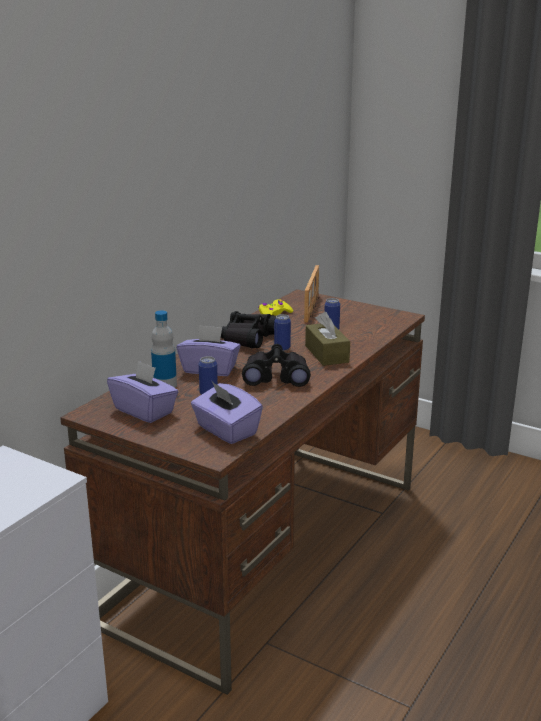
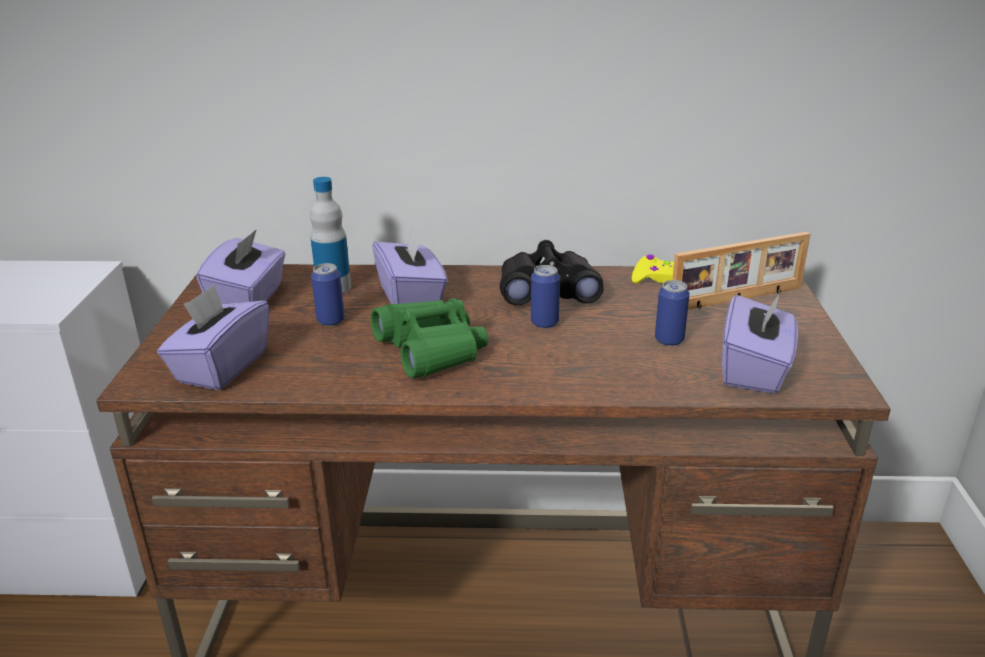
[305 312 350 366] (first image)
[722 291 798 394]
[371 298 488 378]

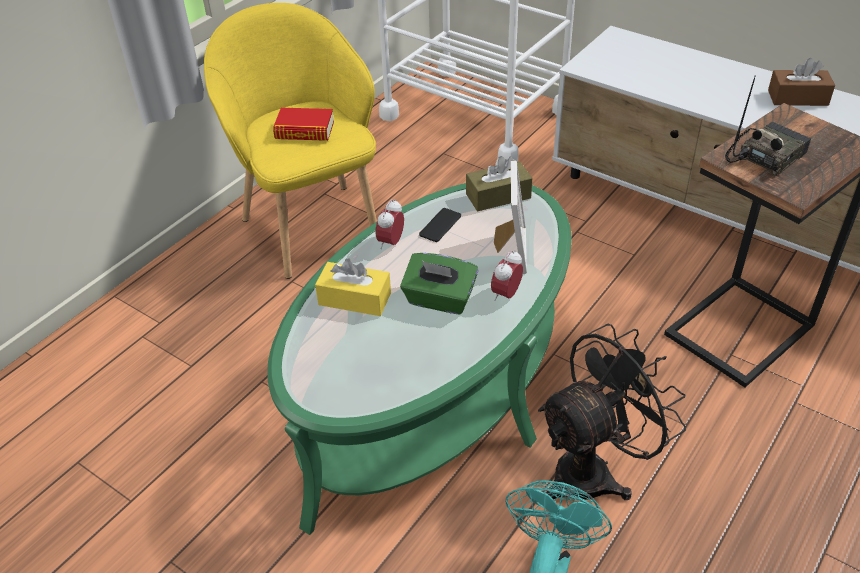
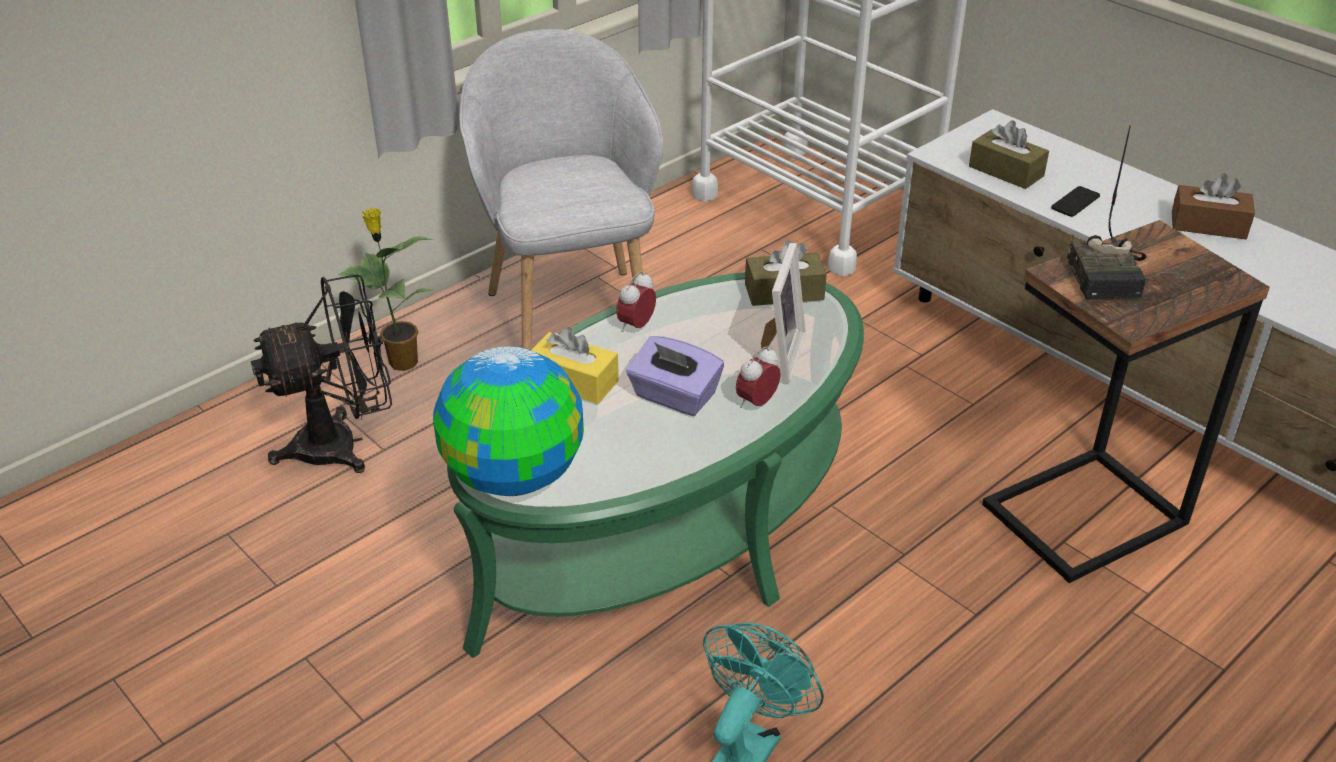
[273 108 334 141] (first image)
[338 208 435 371]
[433 346 584 496]
[969 121 1049 189]
[1051 186 1100 217]
[251 274 392 473]
[459 29 663 350]
[626 336 724 416]
[1067 126 1146 299]

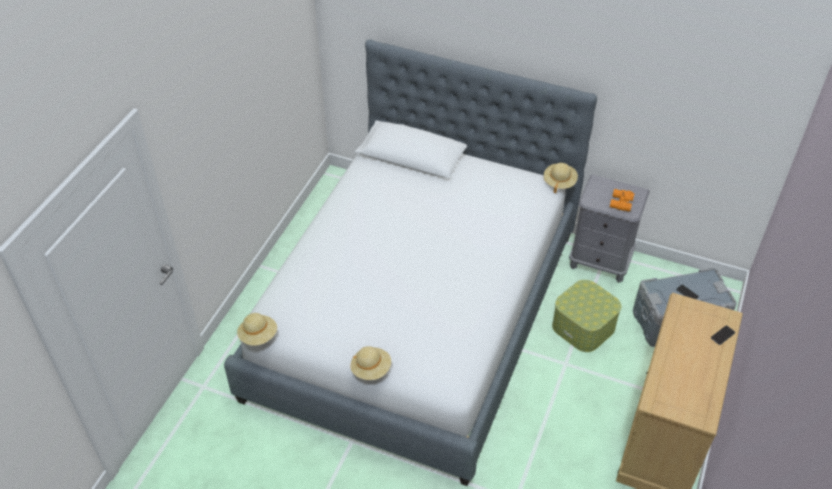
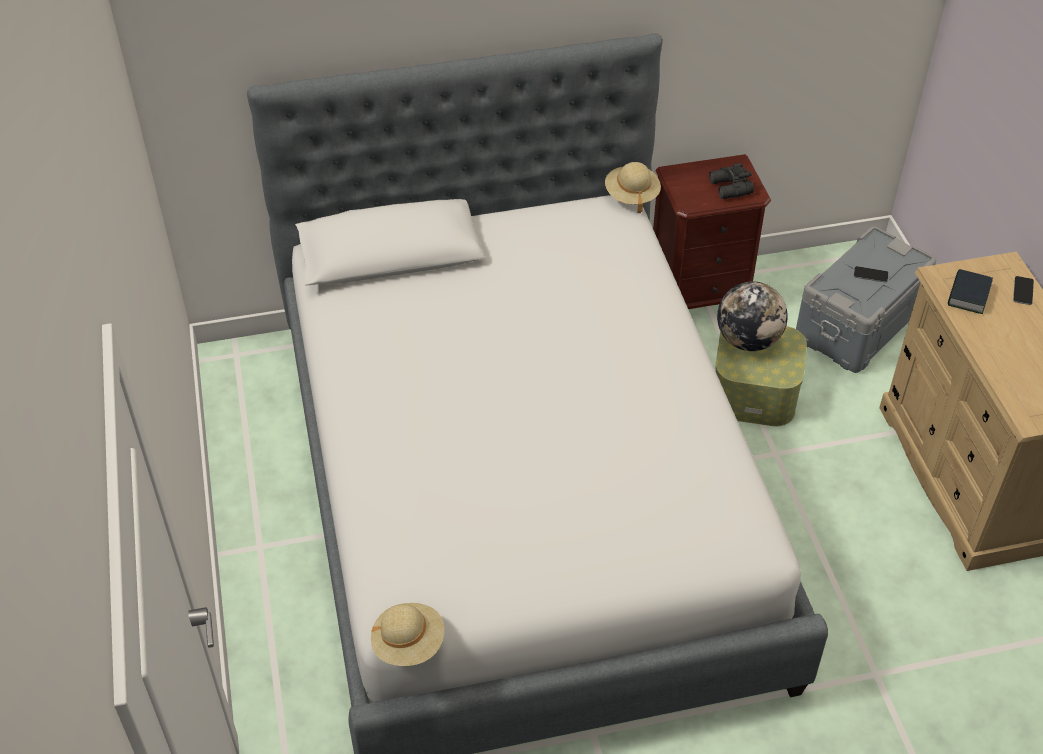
[350 346 391 380] (first image)
[717 281 788 351]
[948 269 993 314]
[653 154 771 309]
[709 163 754 199]

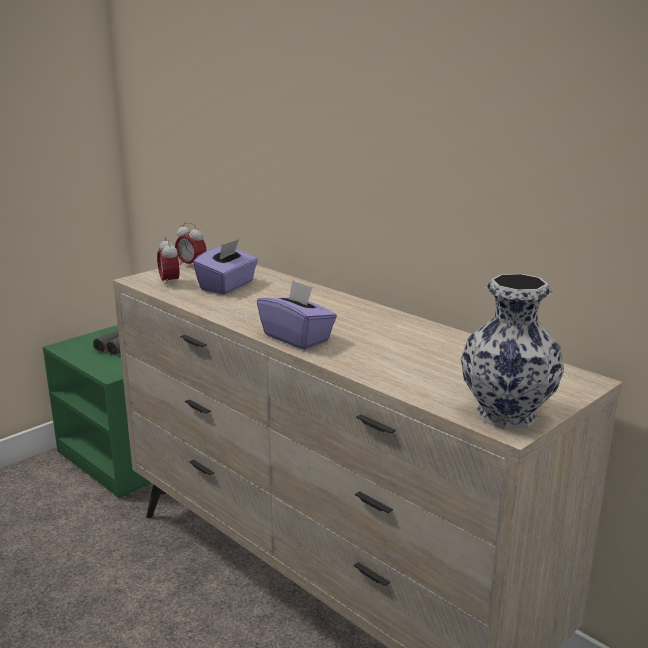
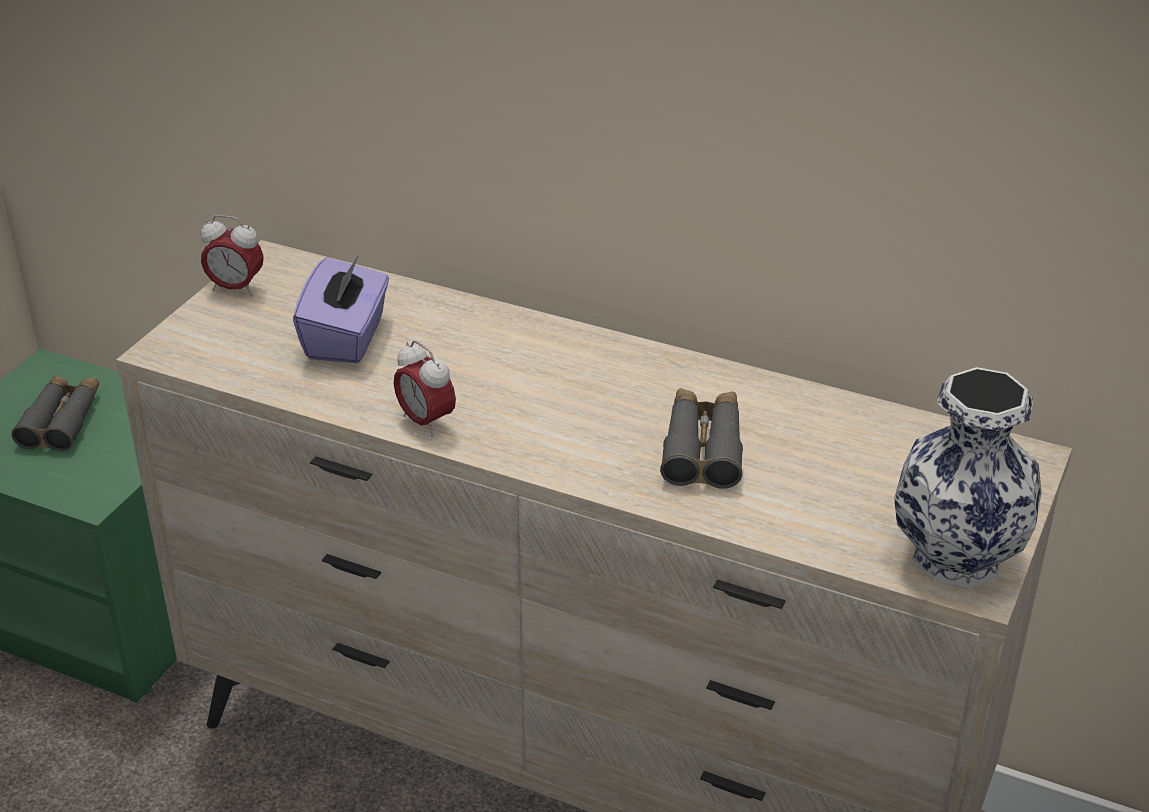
[257 280 337 350] (first image)
[660 388 743 489]
[394 340 456 437]

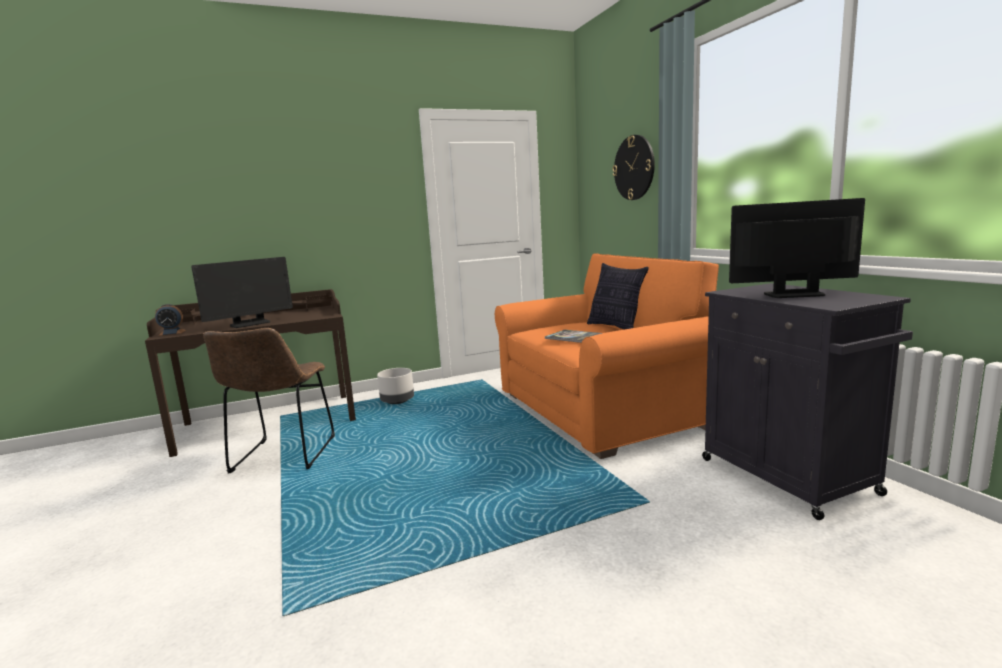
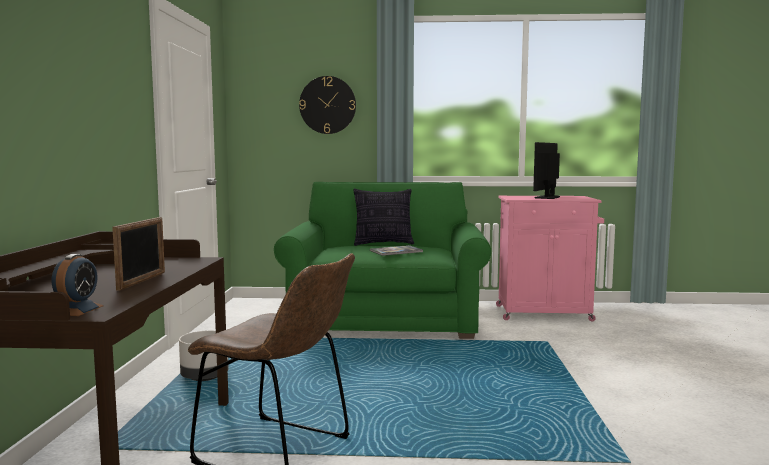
[112 217 165 291]
[274 182 491 339]
[496 196 604 321]

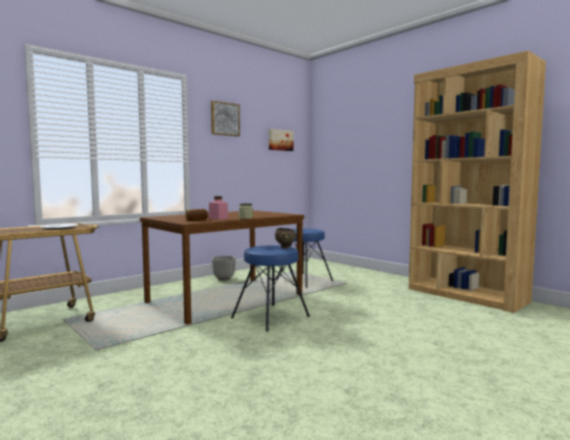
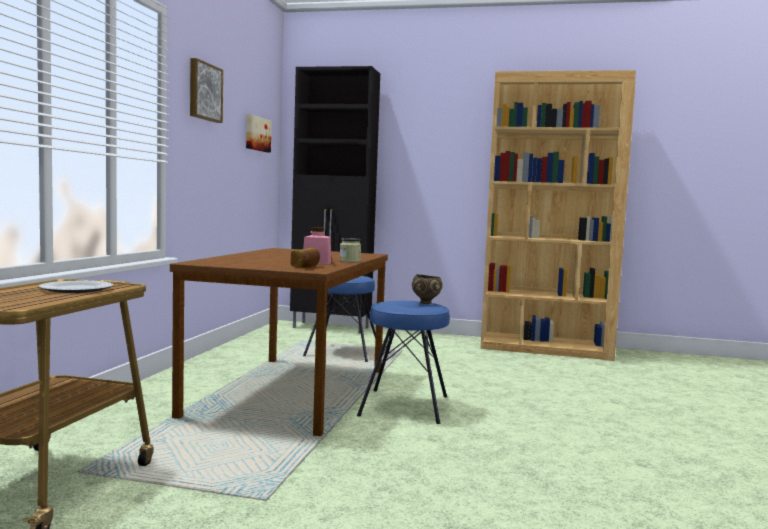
[212 256 236 280] (first image)
[290 66 380 334]

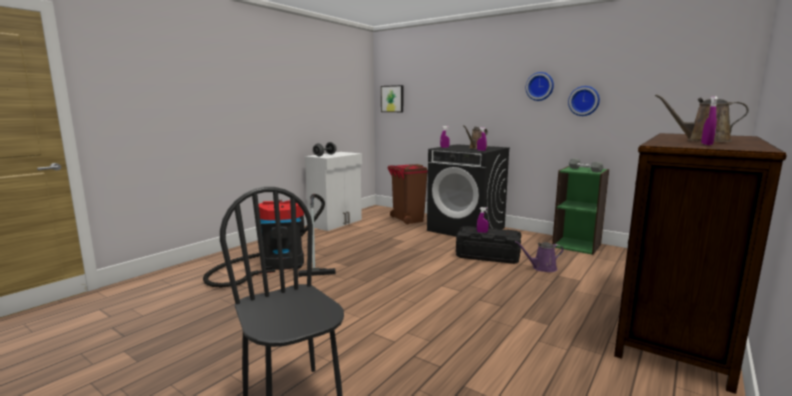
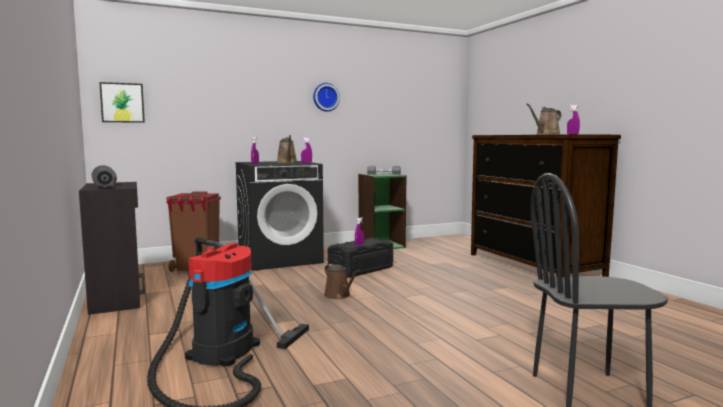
[515 241 564 272] (first image)
[568 86 600 116] (first image)
[324 264 360 299]
[79 182 145 315]

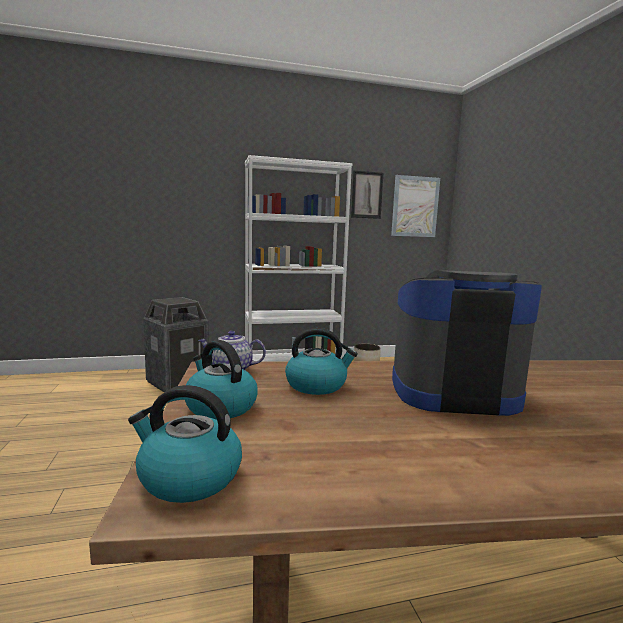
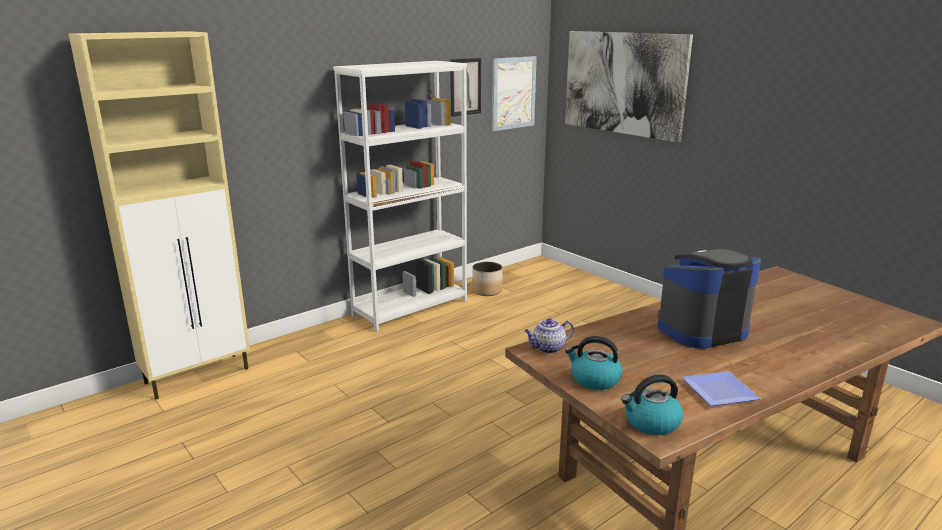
[143 297 209 392] (first image)
[285 328 358 395] (first image)
[69 31 250 399]
[565 31 693 142]
[682 371 761 406]

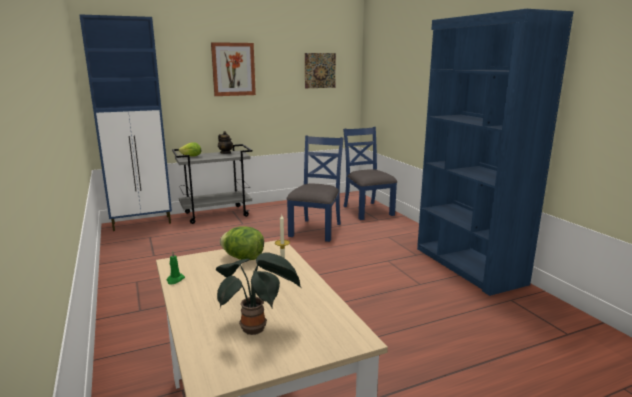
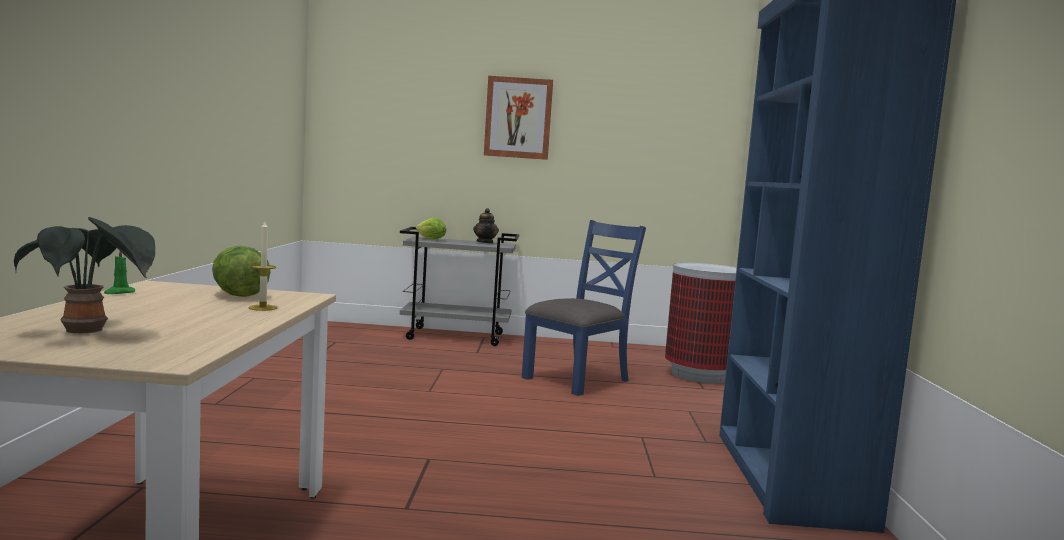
[79 14 172 231] (first image)
[305 53 336 88] (first image)
[665 263 737 383]

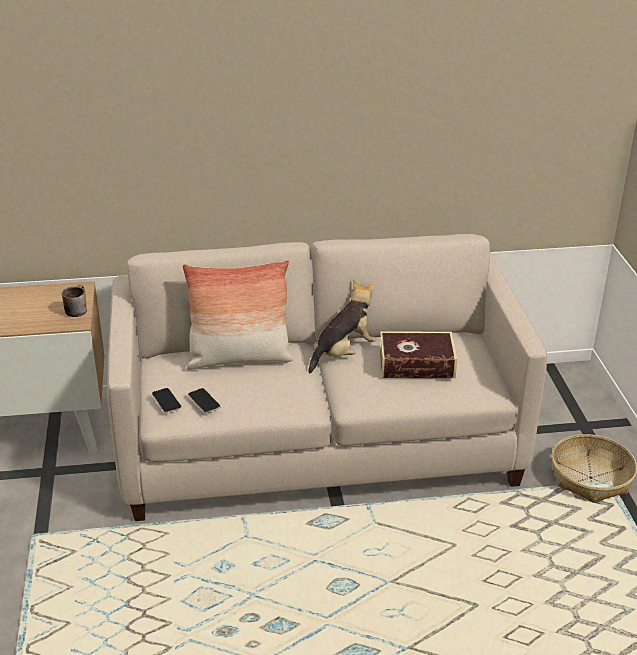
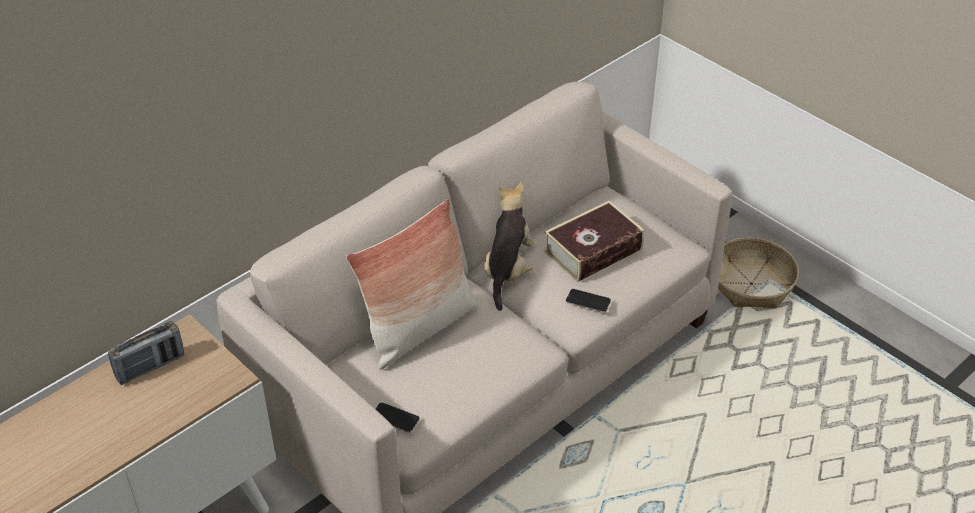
[62 285 87 317] (first image)
[108 321 184 385]
[566 289 611 313]

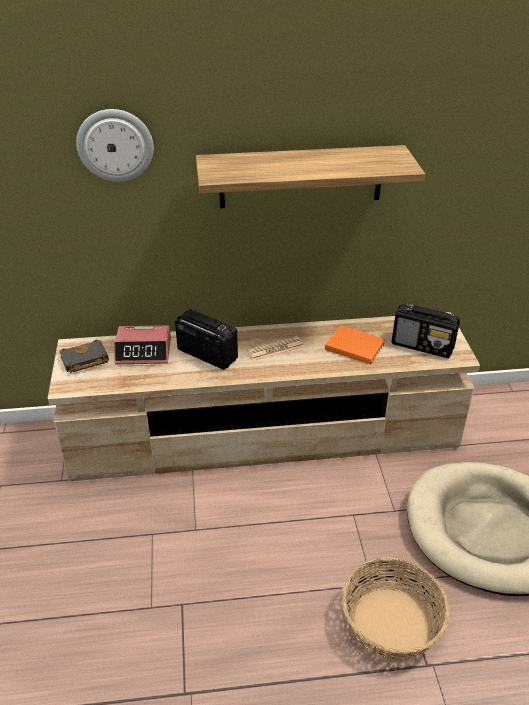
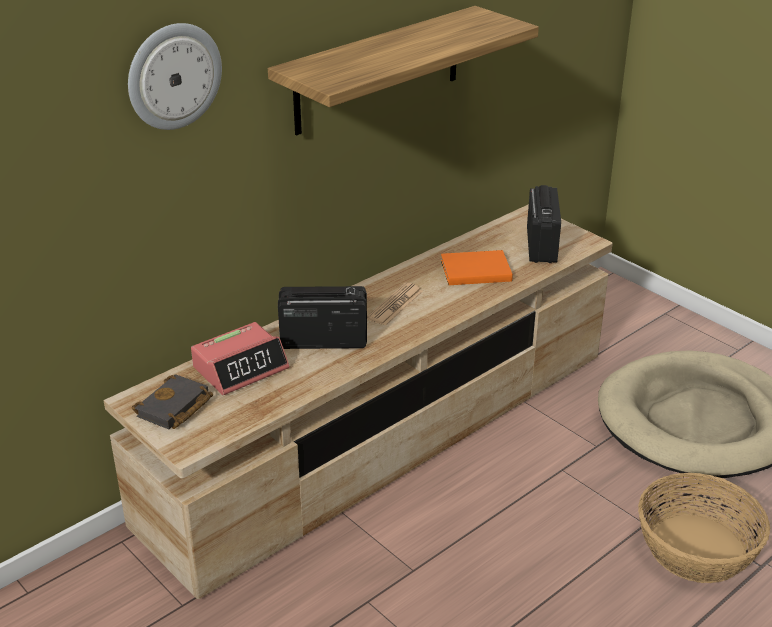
[527 185 561 263]

